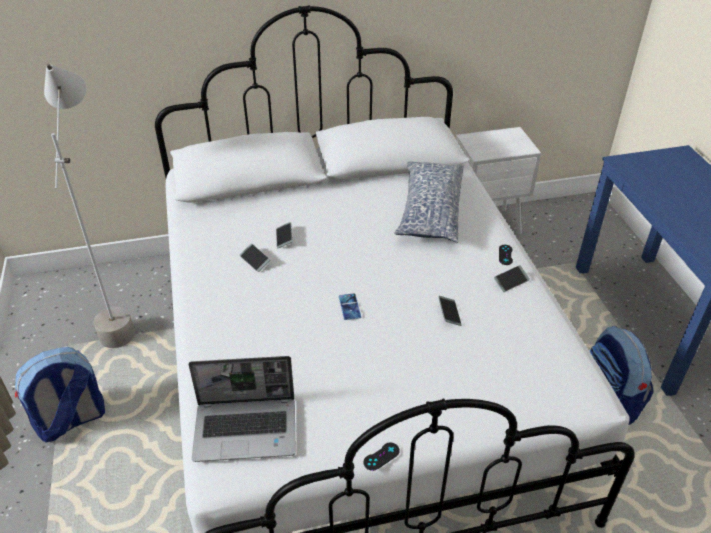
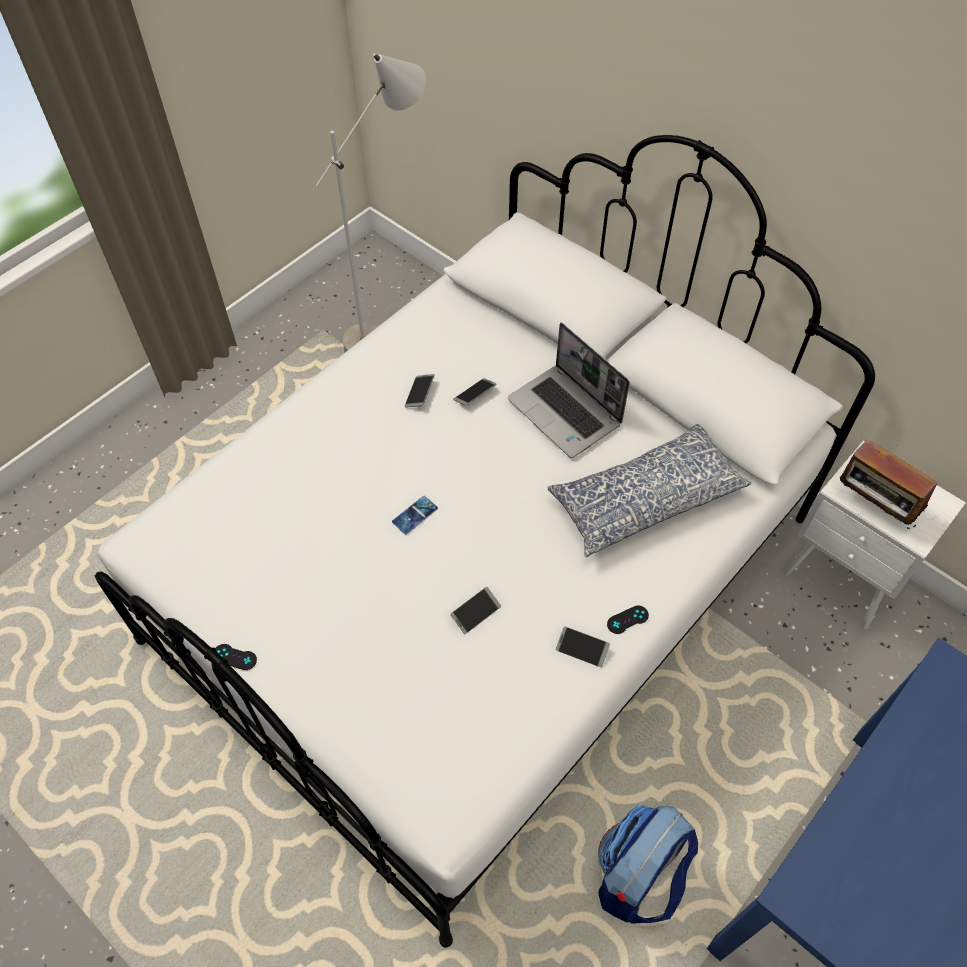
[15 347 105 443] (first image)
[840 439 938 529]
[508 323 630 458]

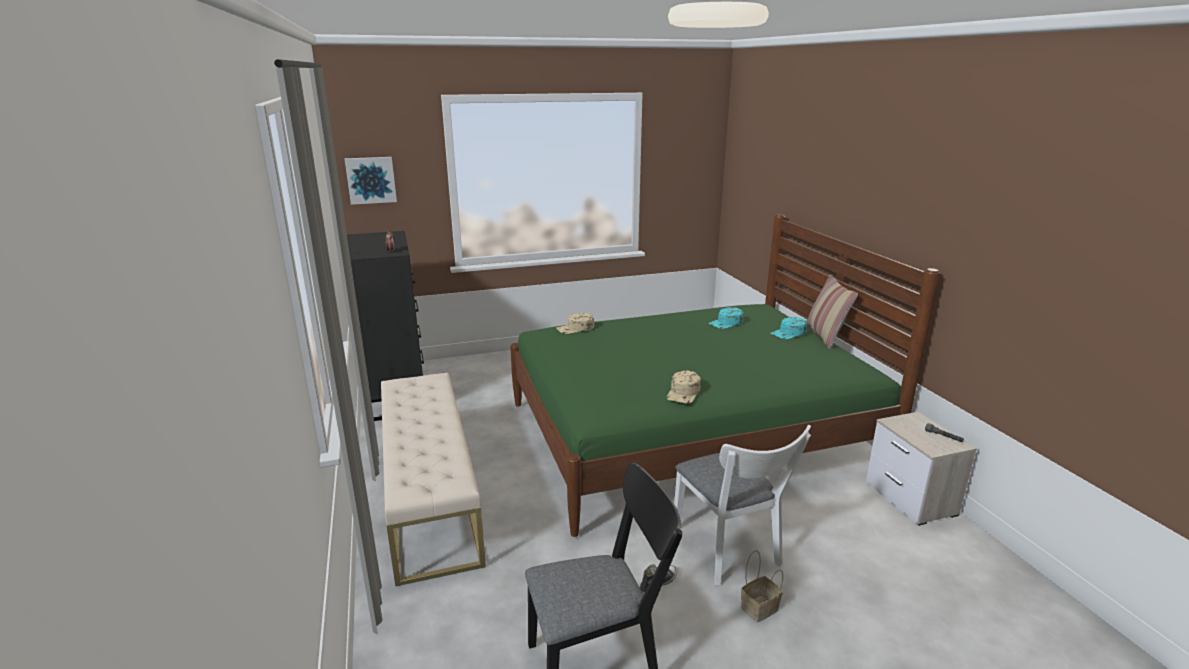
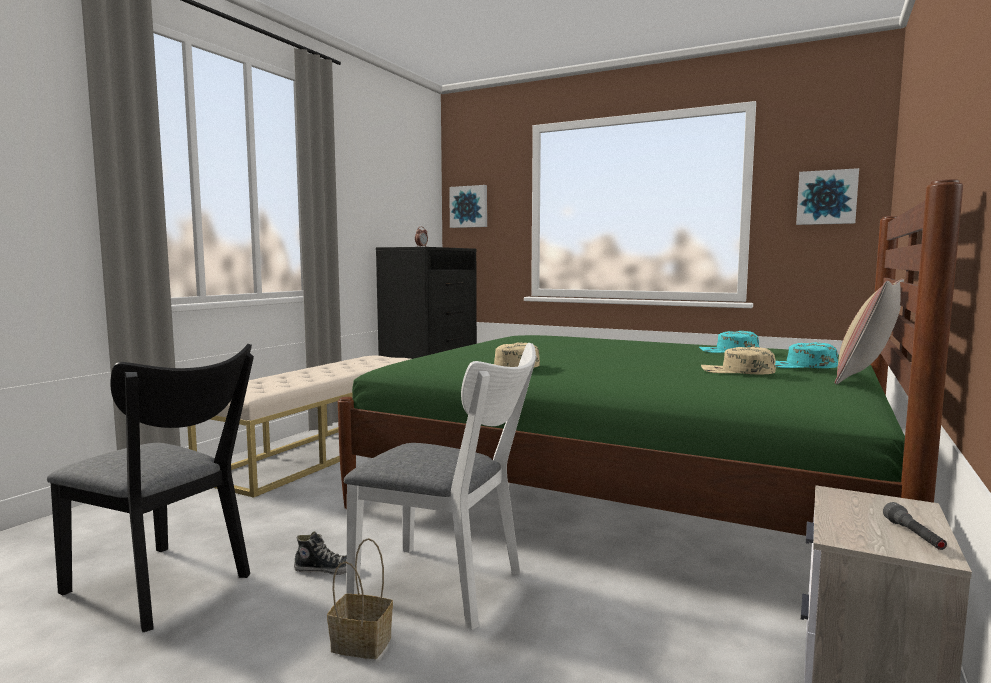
[796 168 859 225]
[701 347 776 374]
[344 343 537 630]

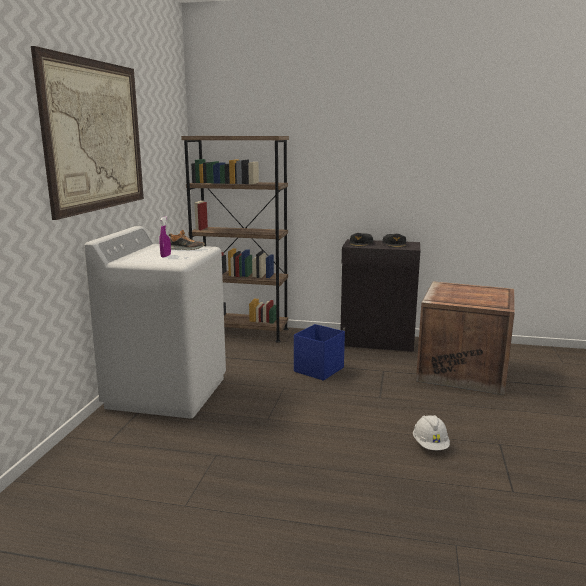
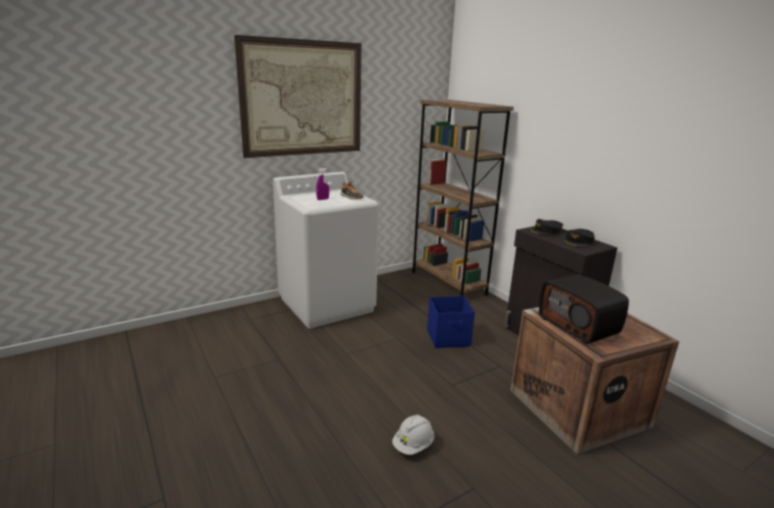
[539 274 629 344]

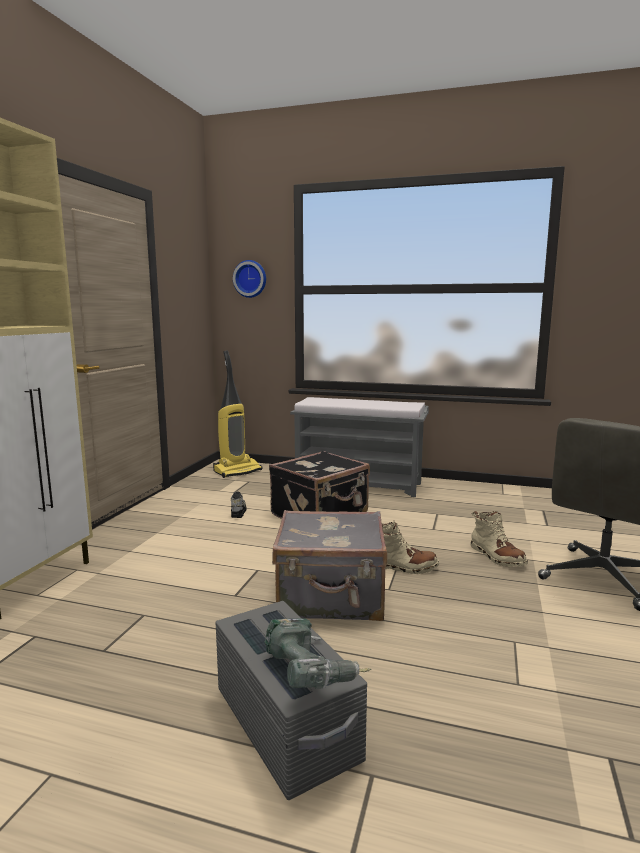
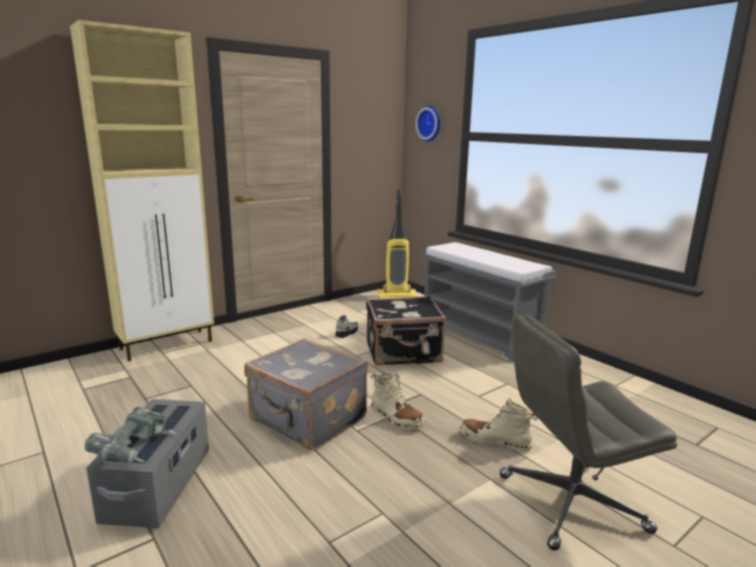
[460 398 538 452]

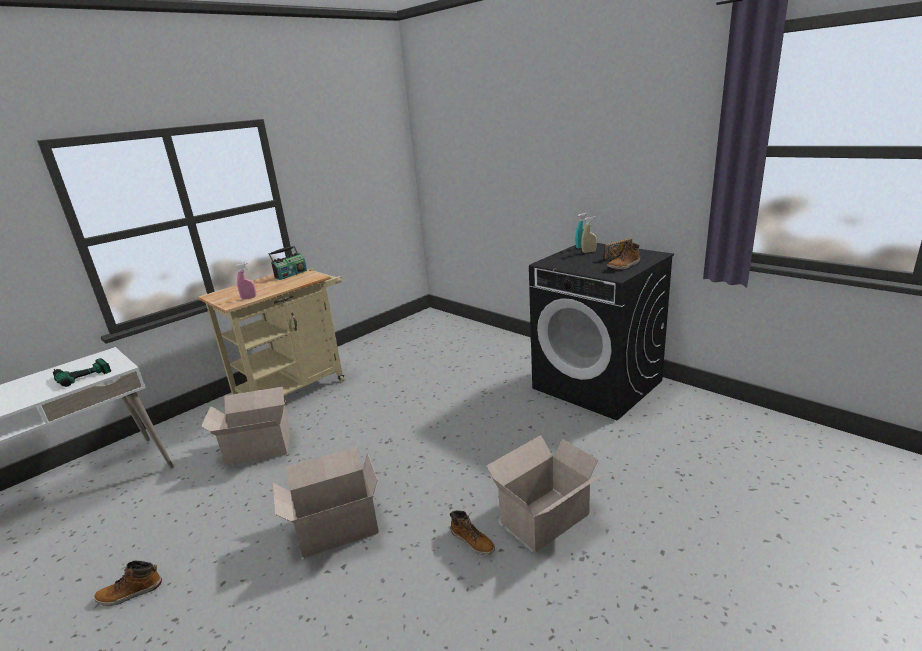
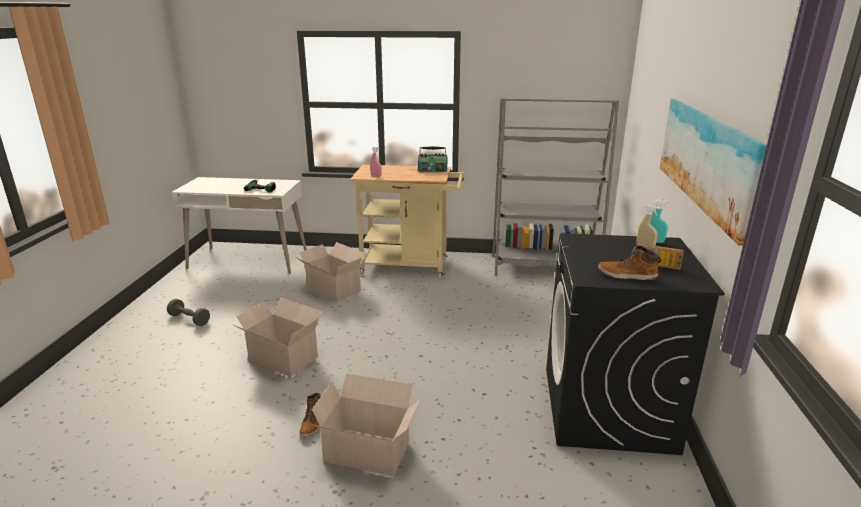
[492 98 619 276]
[660 99 767 246]
[167 299 210 326]

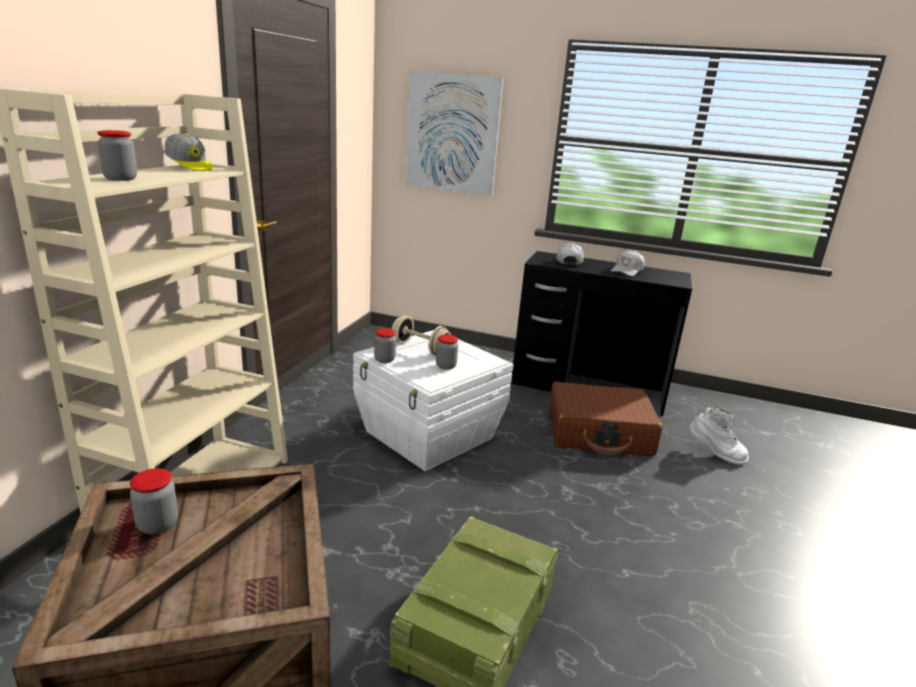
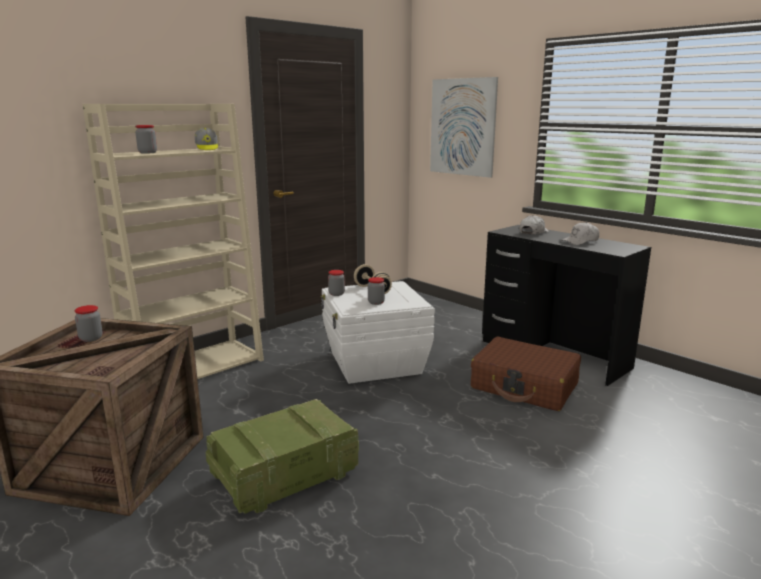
[690 407 749 465] (first image)

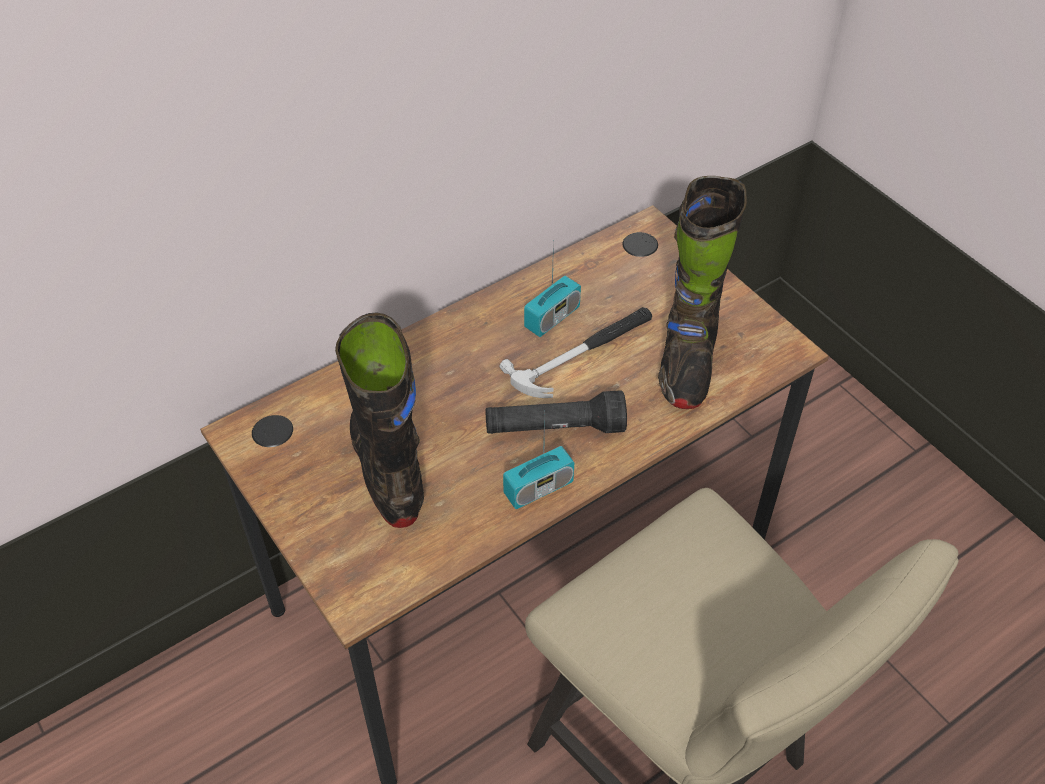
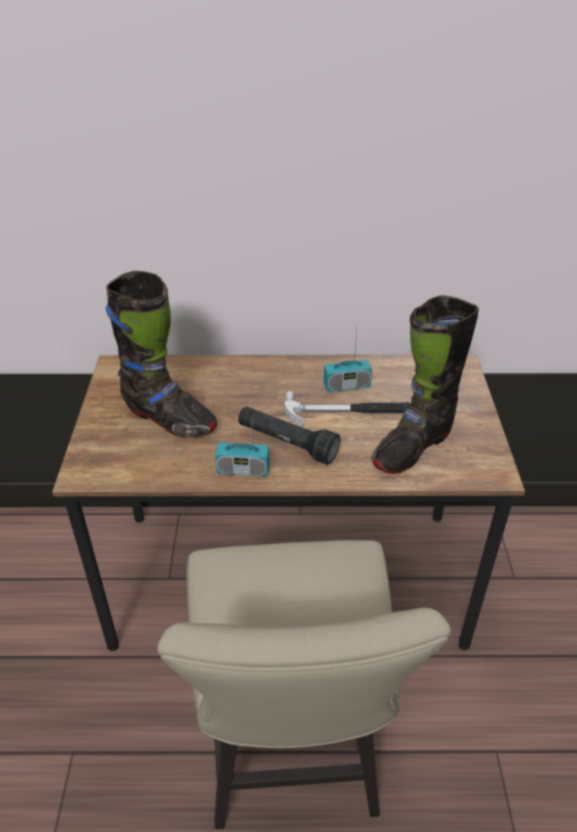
[105 271 217 437]

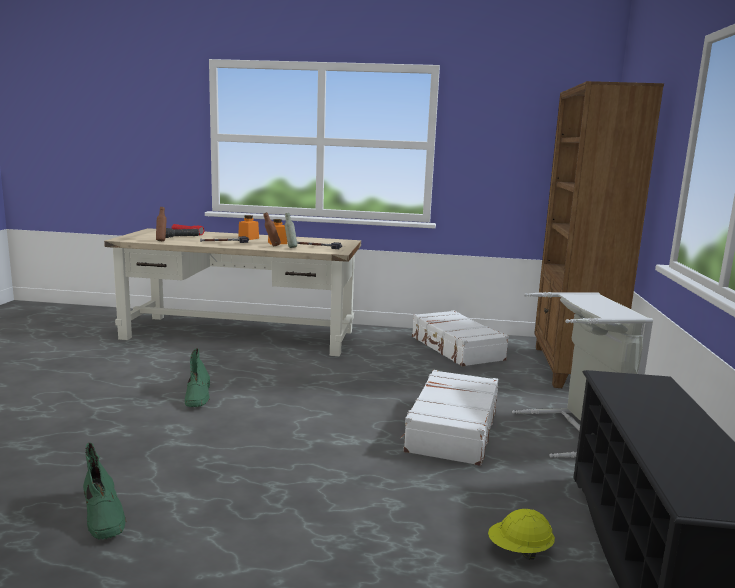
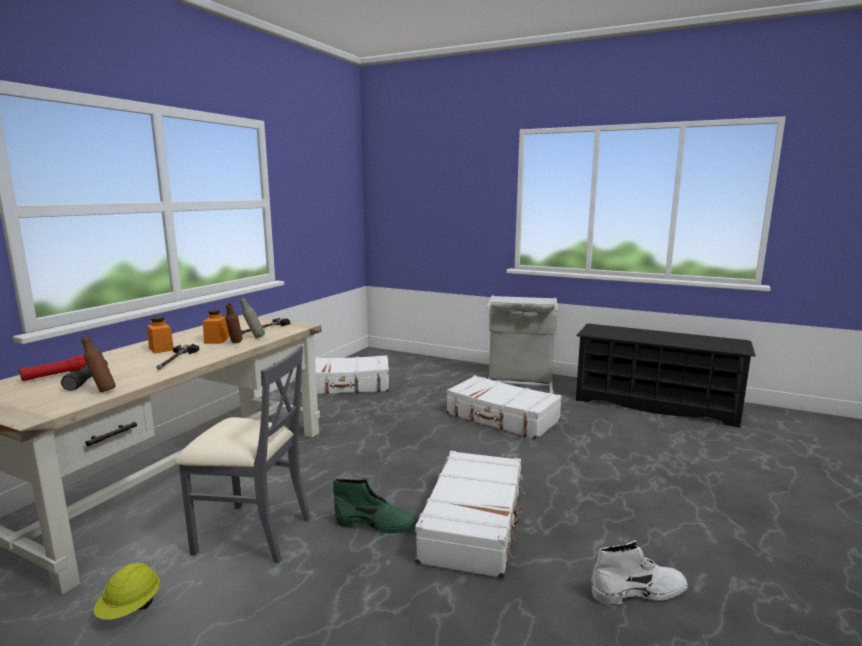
[534 81 664 388] (first image)
[175 346 310 563]
[415 451 525 578]
[94 563 160 620]
[591 540 688 605]

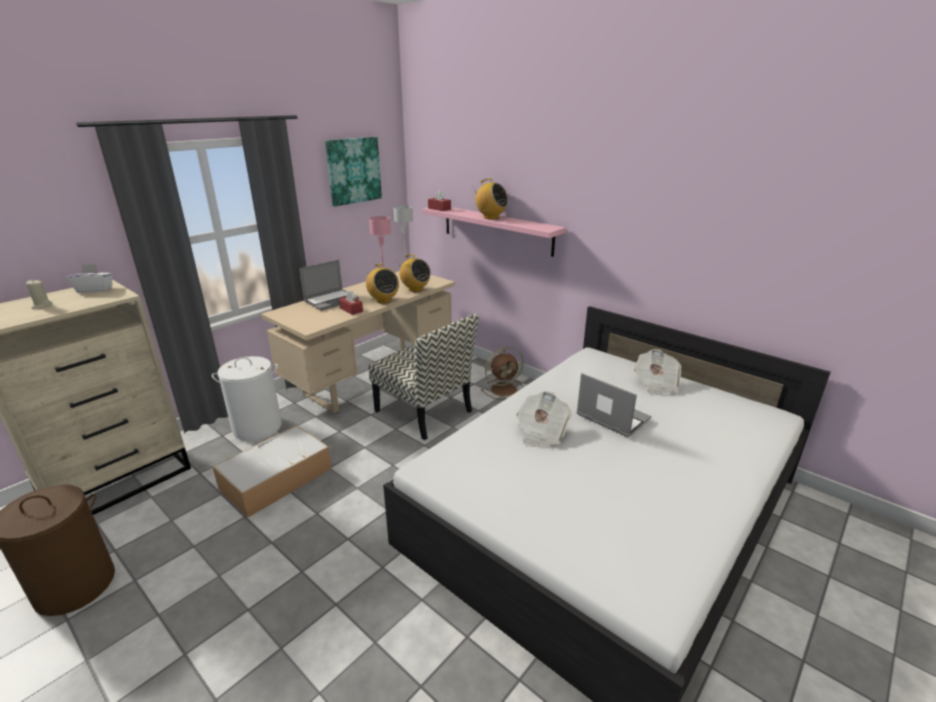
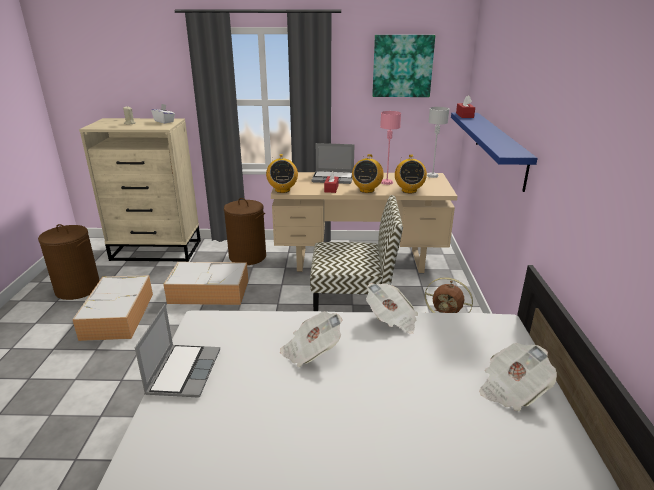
[72 275 153 341]
[366 283 418 334]
[266 154 298 193]
[135 304 220 398]
[224 198 266 265]
[451 113 538 192]
[310 195 403 311]

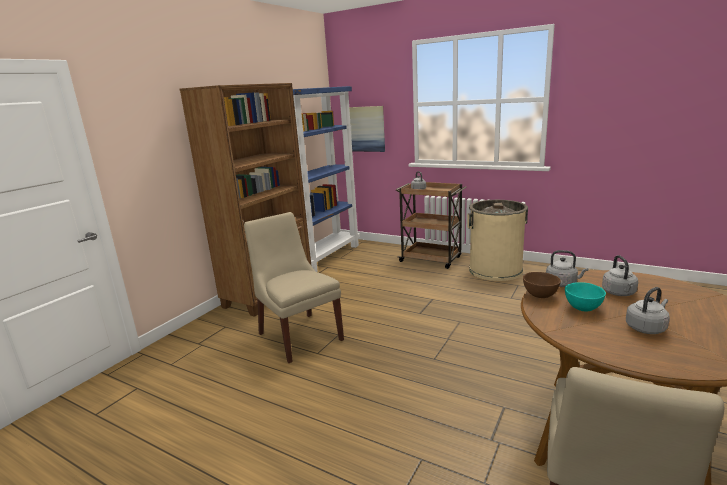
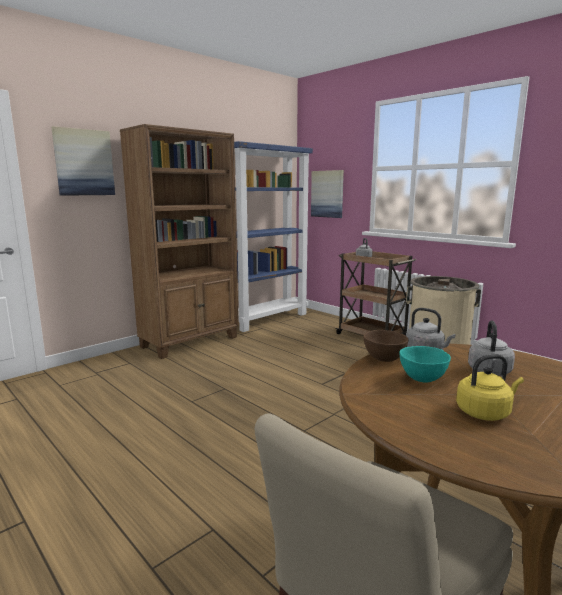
[244 212 344 363] (first image)
[51 126 115 196]
[456 354 524 421]

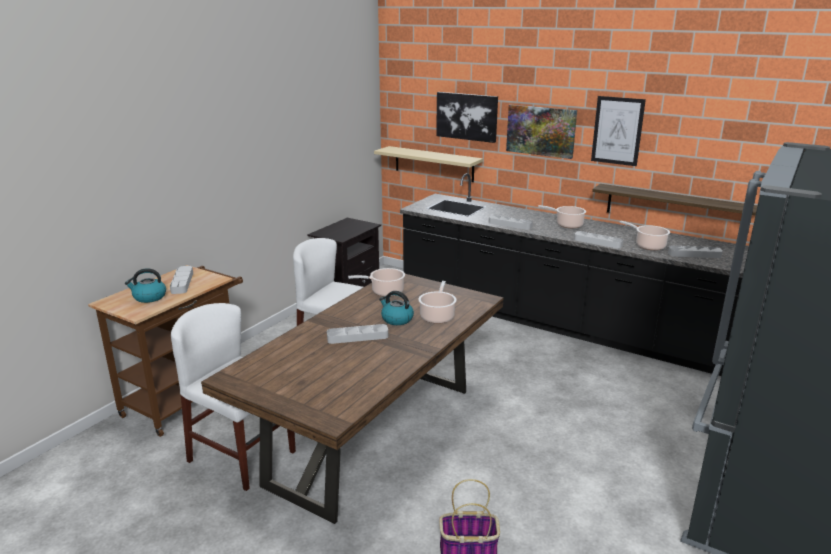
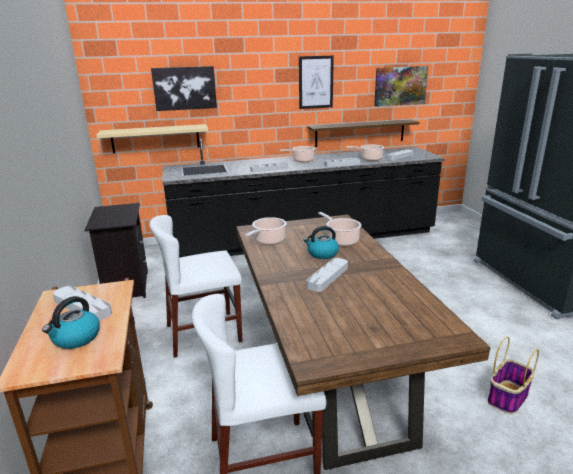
[374 66 428 106]

